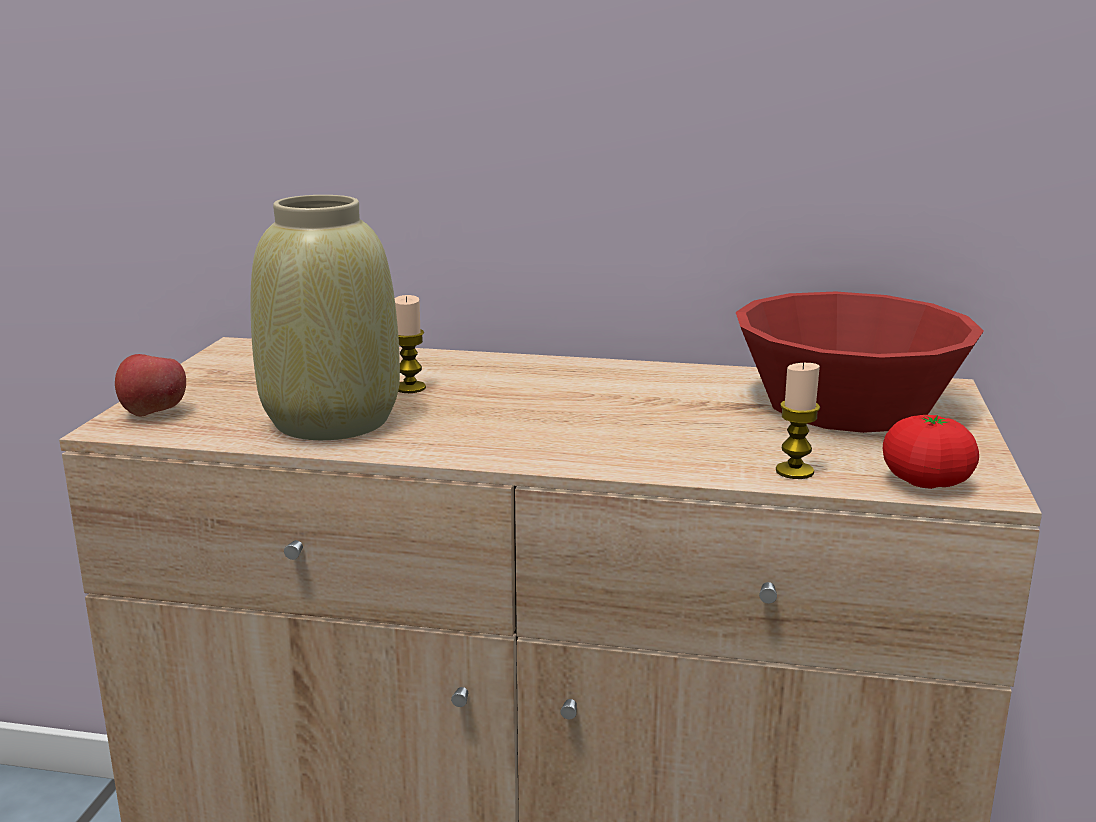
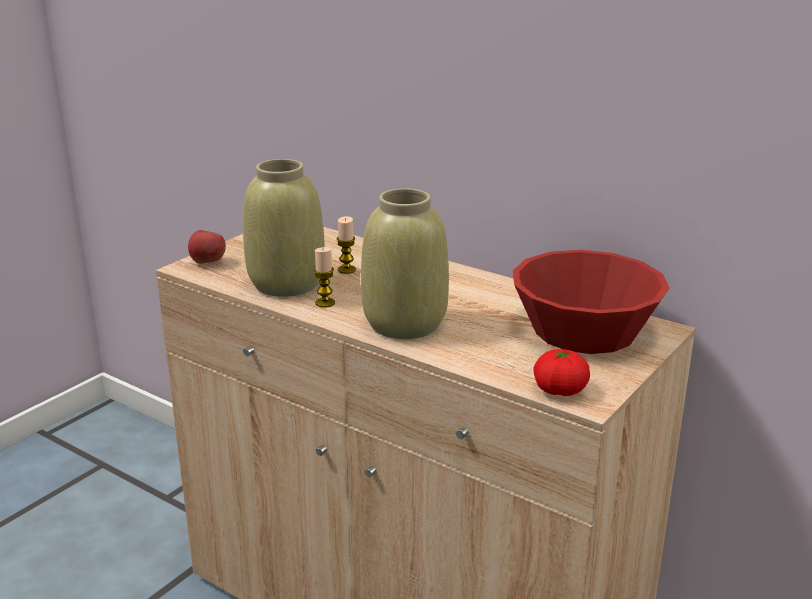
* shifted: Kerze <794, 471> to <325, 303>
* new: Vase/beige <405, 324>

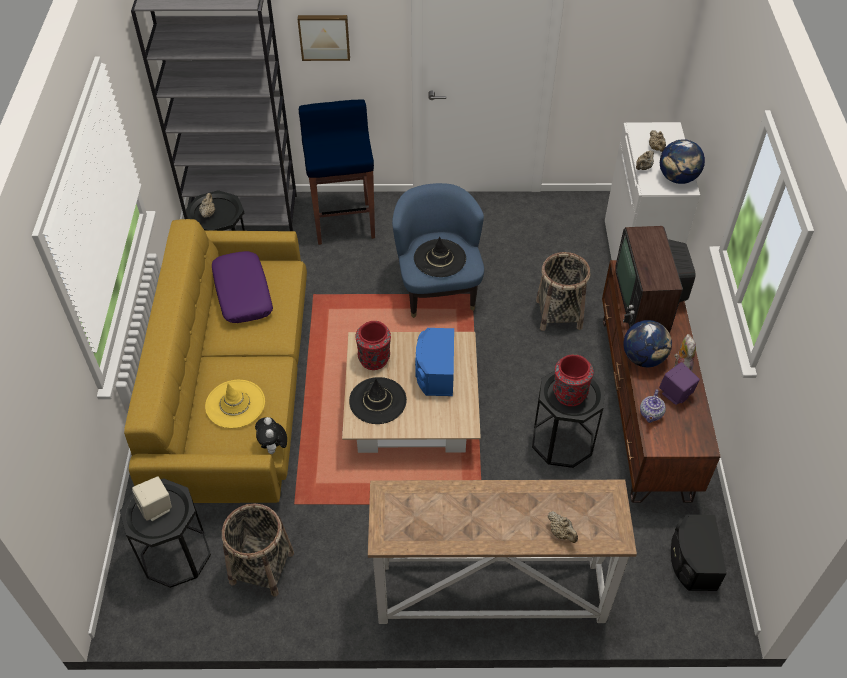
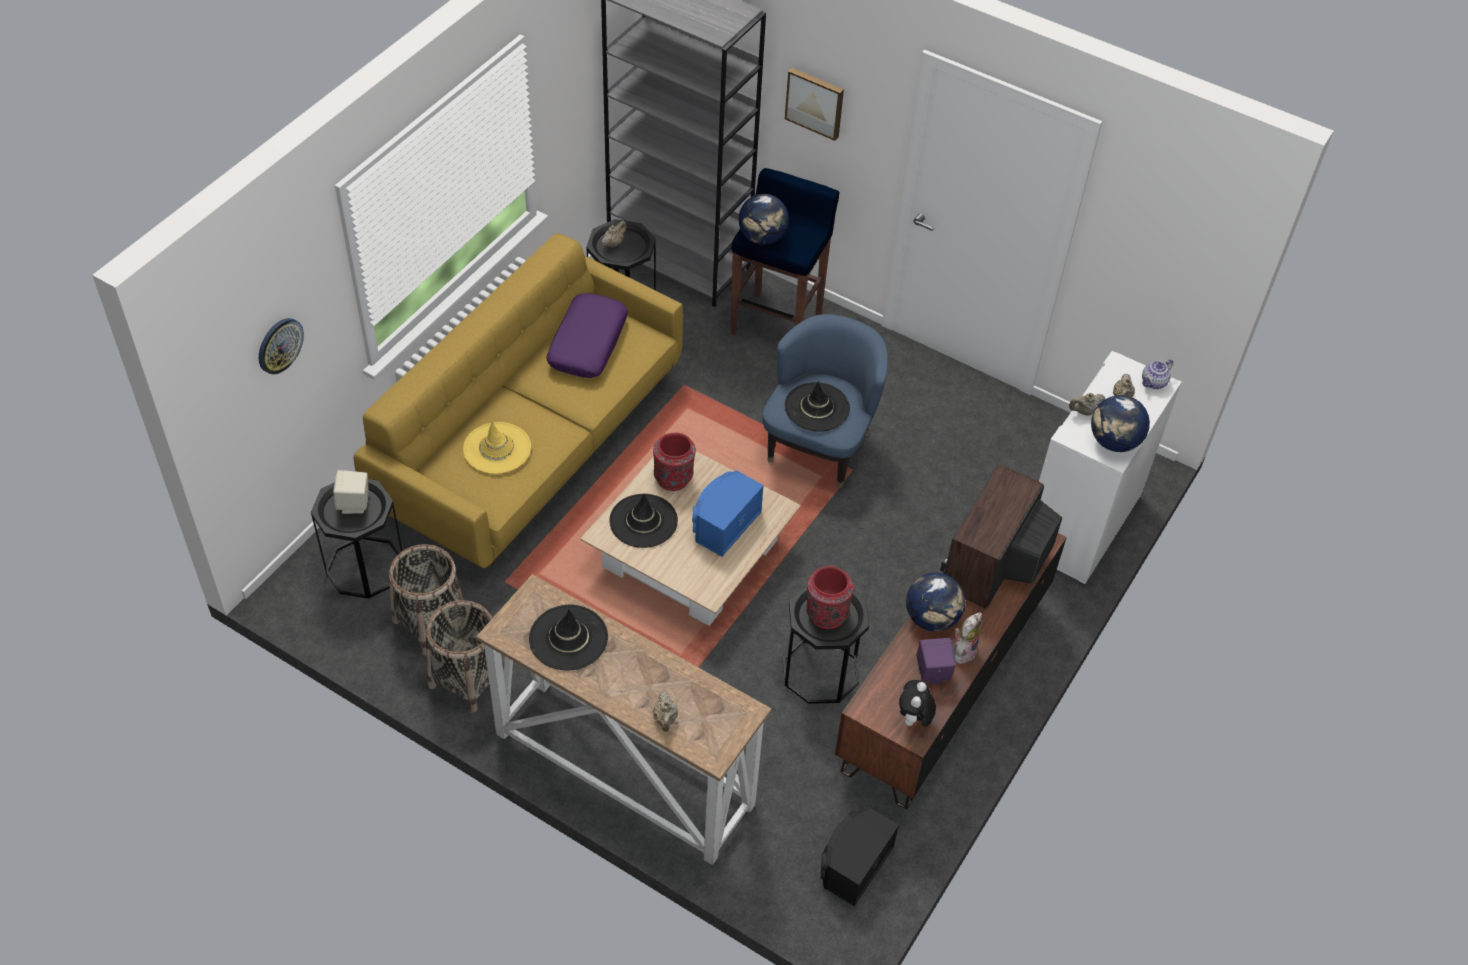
* new: Wanduhr <279, 345>
* shifted: Korb <559, 314> to <467, 679>
* new: Hut/schwarz <568, 638>
* new: Globus <762, 238>
* shifted: Plüschtier <274, 448> to <913, 720>
* shifted: Teekanne <651, 414> to <1153, 383>

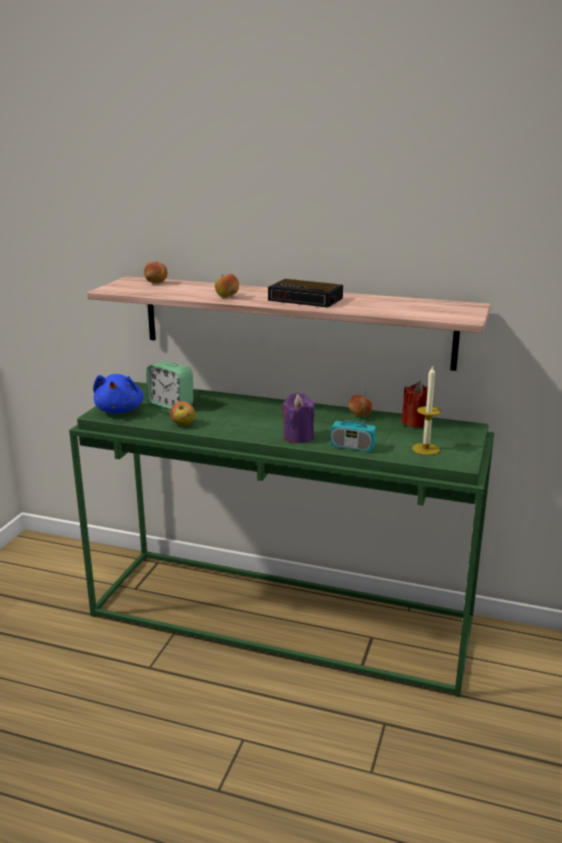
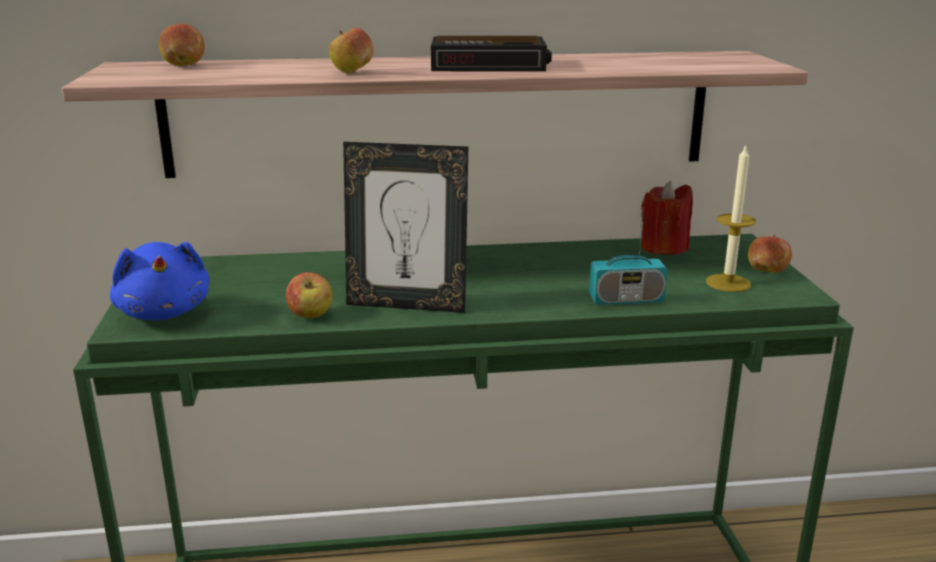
* new: Bilderrahmen <407, 304>
* shifted: Apfel <359, 416> to <767, 272>
* gone: Wecker <171, 404>
* gone: Kerze/lila <298, 437>

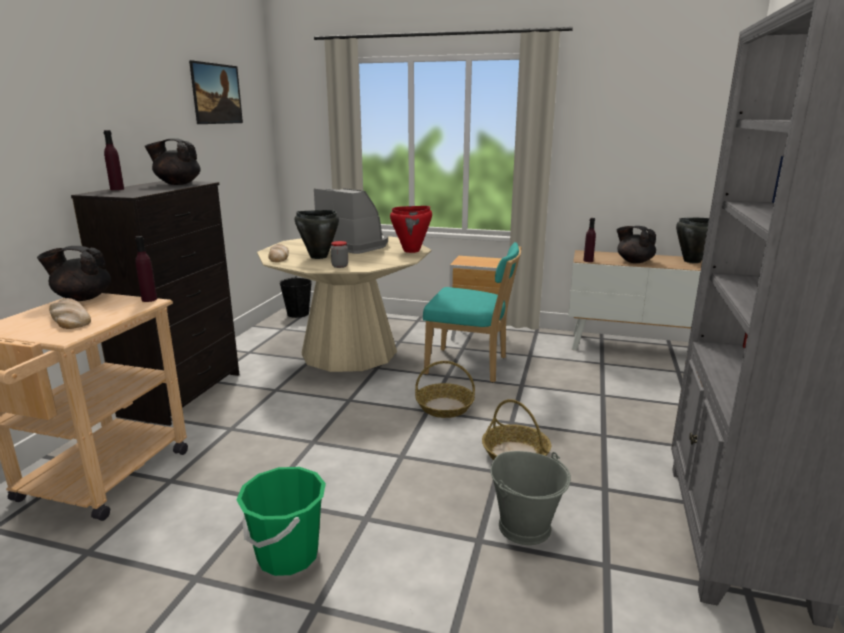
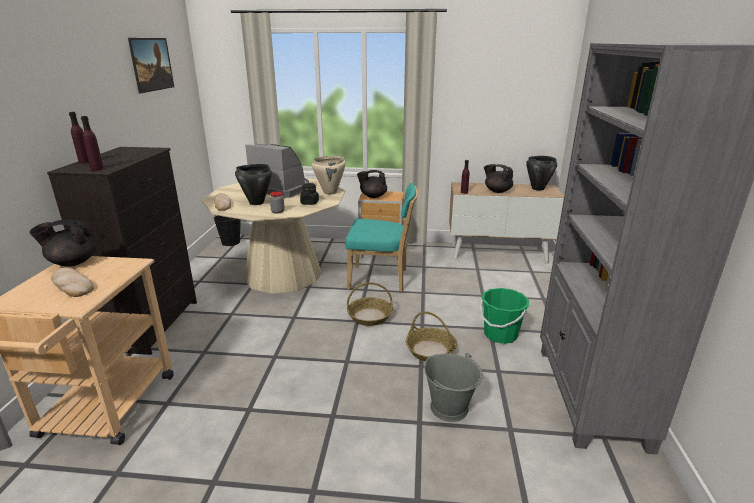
* shifted: Flasche/lila <149, 299> to <97, 169>
* new: Vorratsglas/schwarz <309, 203>
* repainted: Kochtopf/rot <411, 251> to Kochtopf/beige <330, 192>
* shifted: Teekanne/schwarz <177, 184> to <373, 196>
* shifted: Eimer/grün <287, 555> to <500, 335>

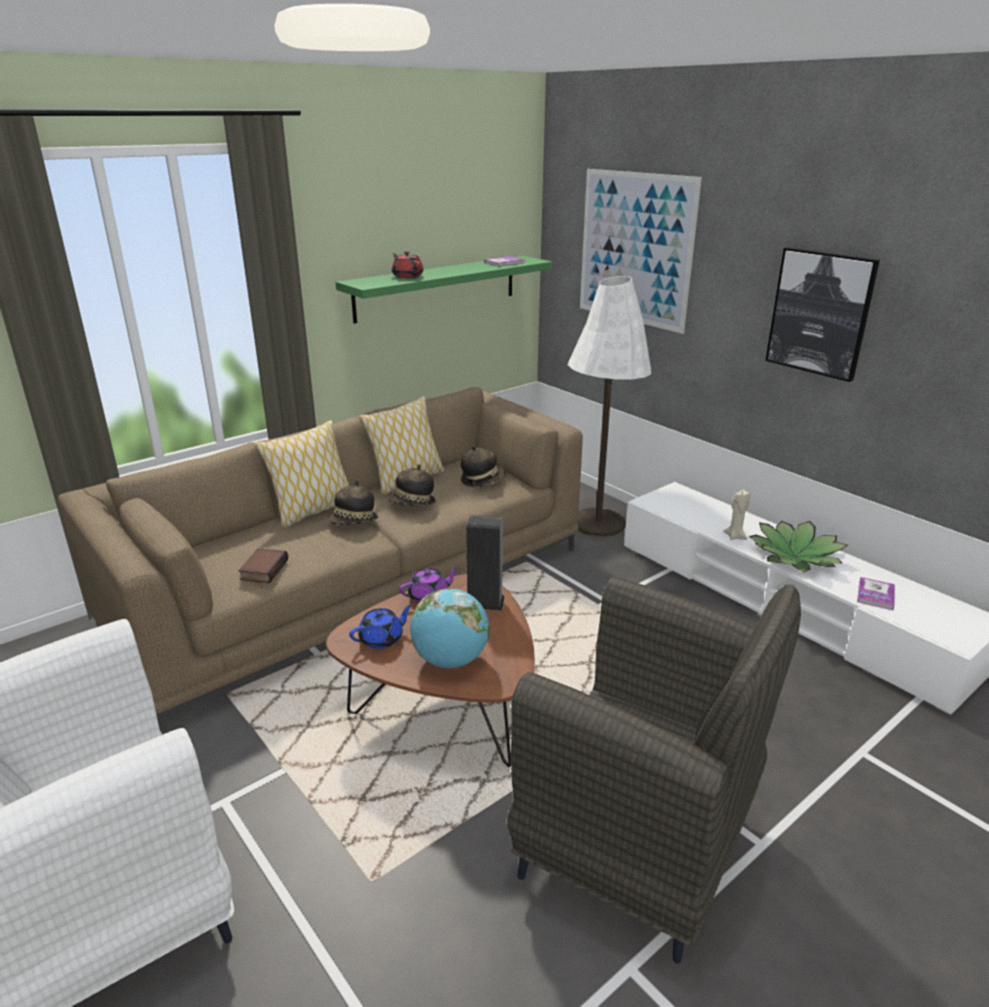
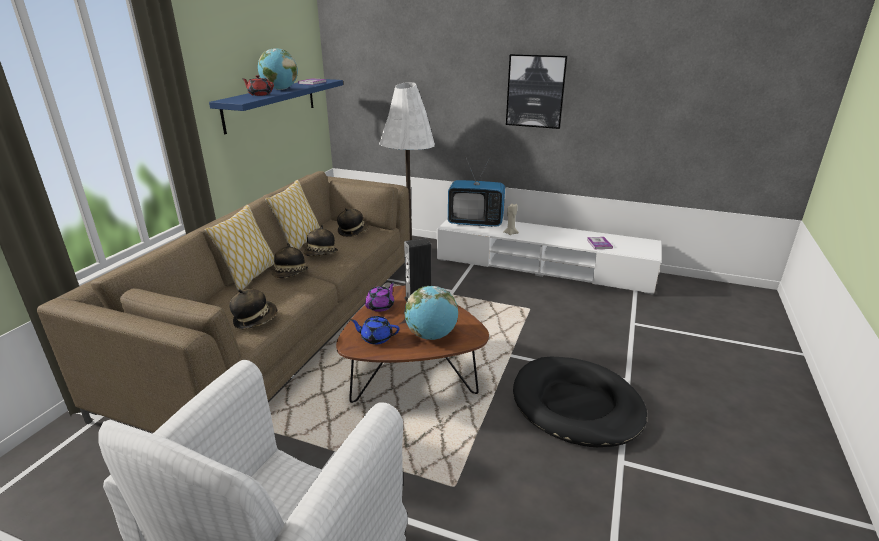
* repainted: Wandregal/grün <437, 288> to Wandregal/blau <271, 104>
* swapped: Buch <263, 569> to Hut <255, 319>
* new: Globus <280, 89>
* rotated: Teekanne/blau <382, 639> = <376, 338> 105 degrees counterclockwise
* new: Fernseher <475, 222>
* swapped: Sessel/grau <639, 847> to Hundebett/schwarz <576, 405>
* gone: Bild <635, 249>
* gone: Topfpflanze <795, 556>

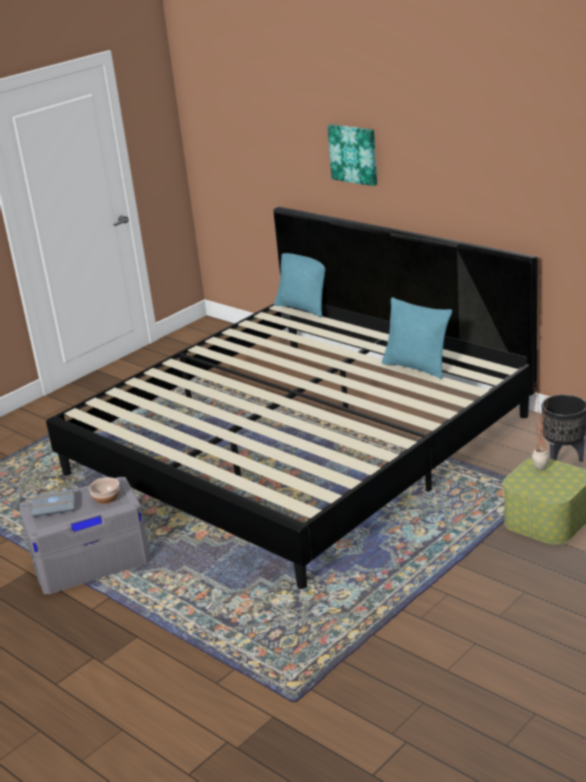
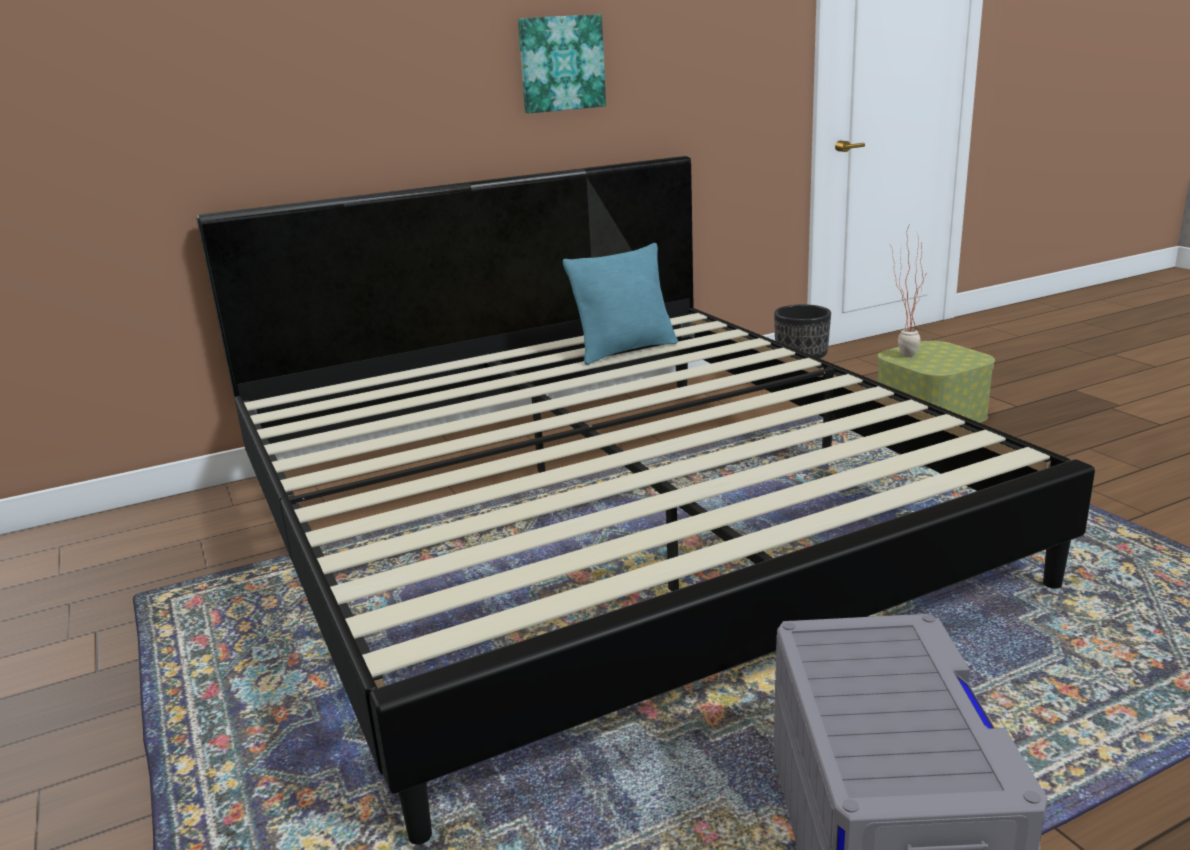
* shifted: Bild <354, 154> to <561, 63>
* gone: Buch/grau <55, 505>
* gone: Schüssel <106, 498>
* gone: Kissen/türkis <303, 308>

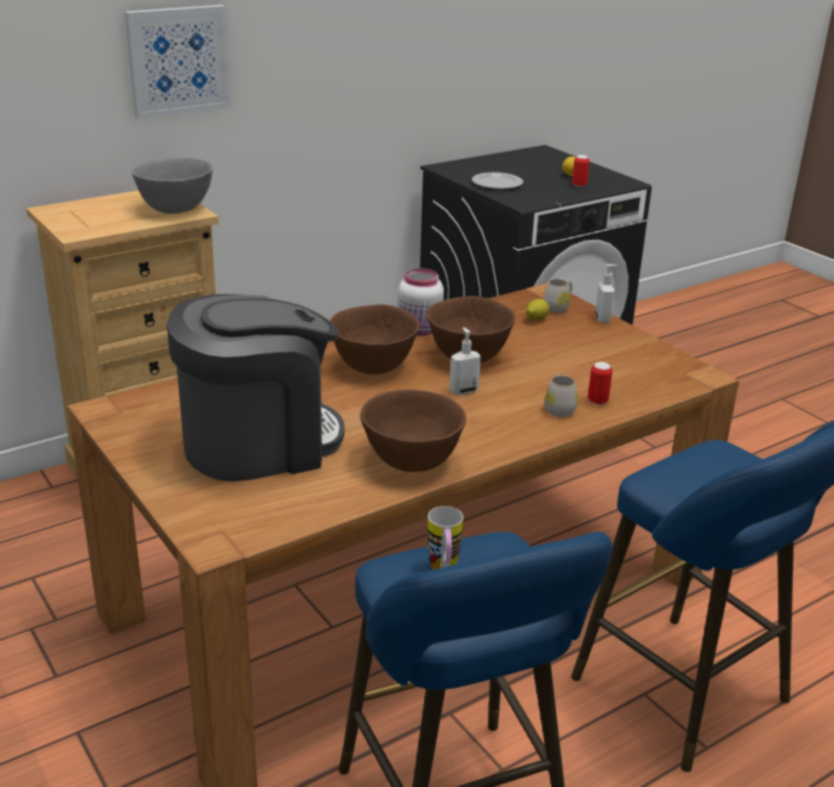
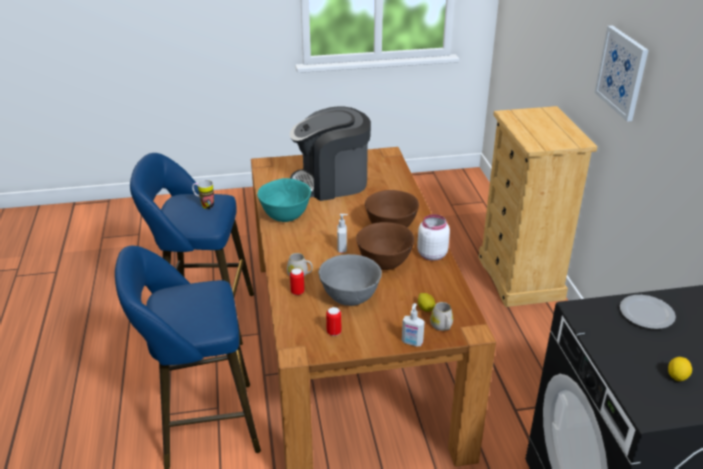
* repainted: Schüssel/braun <411, 461> to Schüssel/türkis <285, 215>
* rotated: Kaffeemaschine <259, 443> = <331, 182> 75 degrees clockwise
* shifted: Schüssel/grau <176, 209> to <349, 298>
* shifted: Dose <579, 185> to <334, 332>

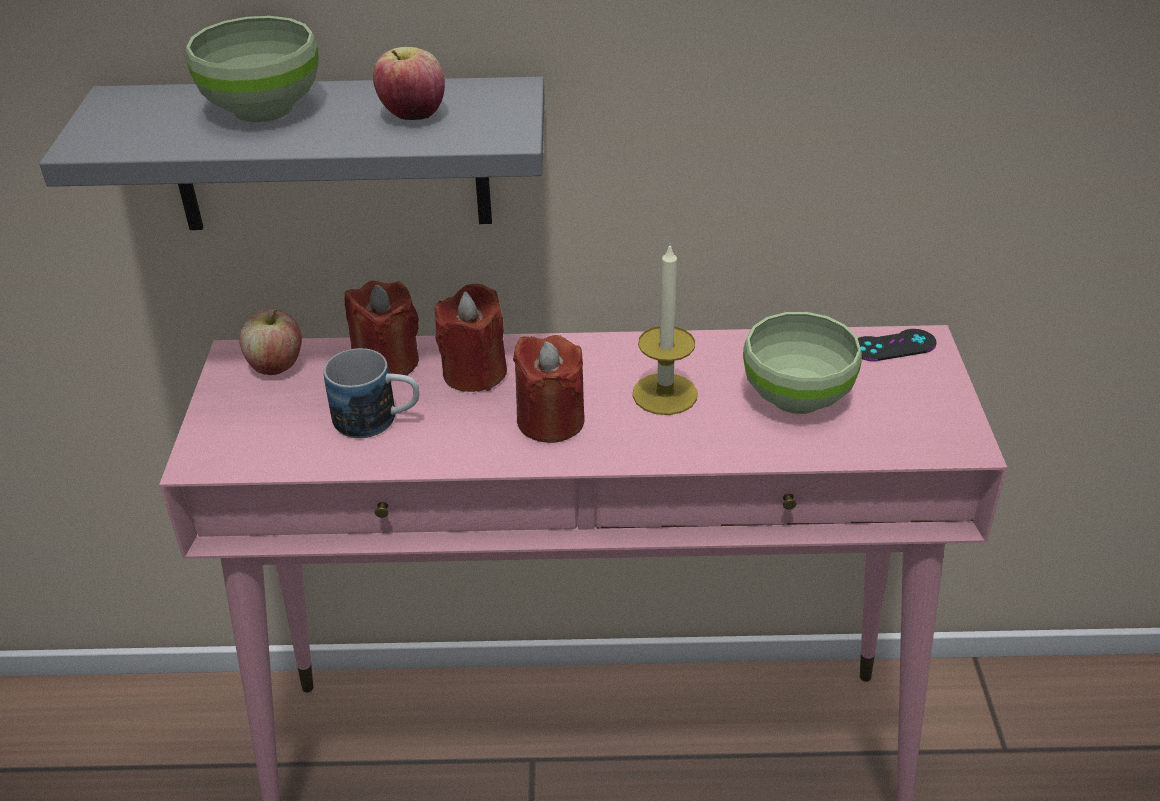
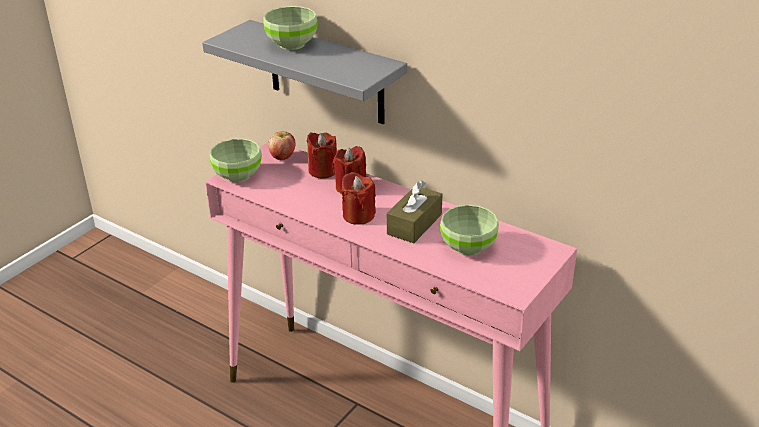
* new: Schüssel/grün <239, 175>
* swapped: Kerze <665, 394> to Taschentuchbox/braun <414, 224>
* gone: Henkelbecher <378, 420>
* gone: Apfel <413, 115>
* gone: Gamepad/schwarz <893, 346>

